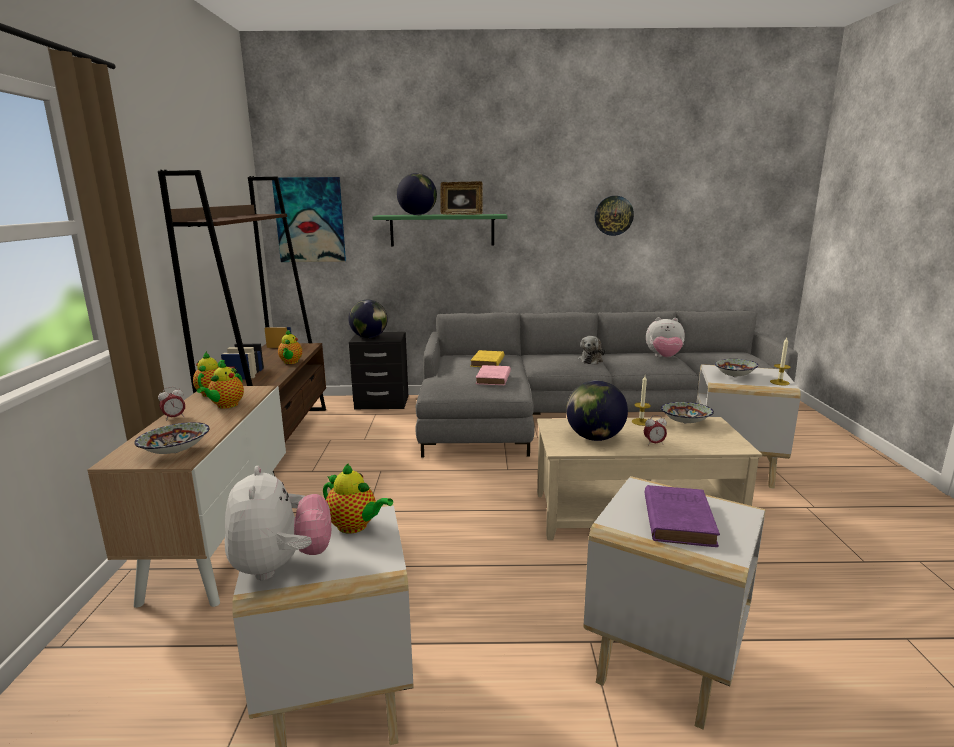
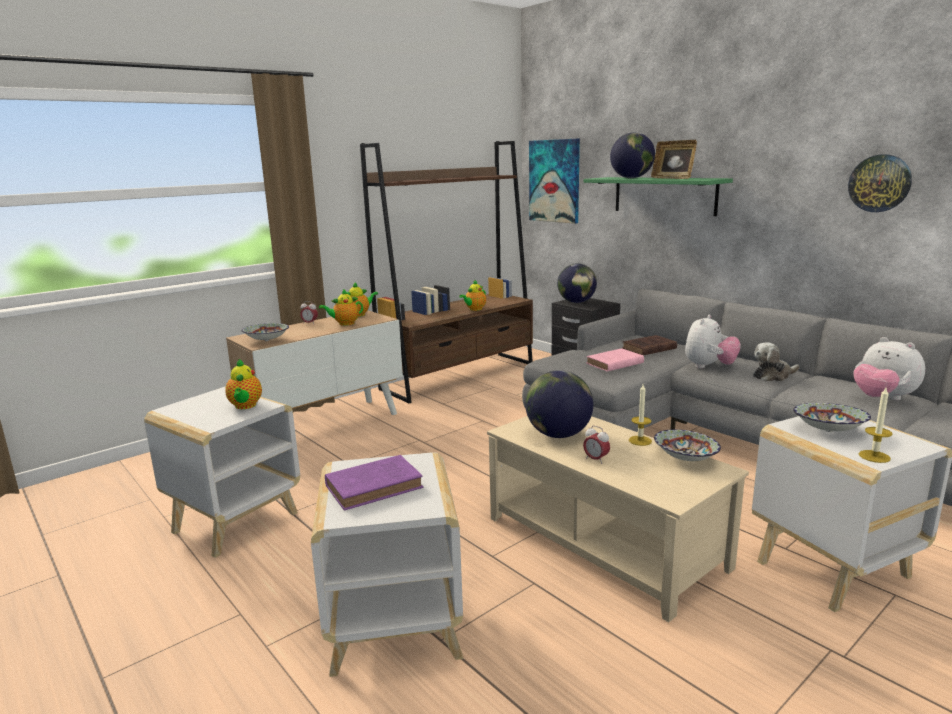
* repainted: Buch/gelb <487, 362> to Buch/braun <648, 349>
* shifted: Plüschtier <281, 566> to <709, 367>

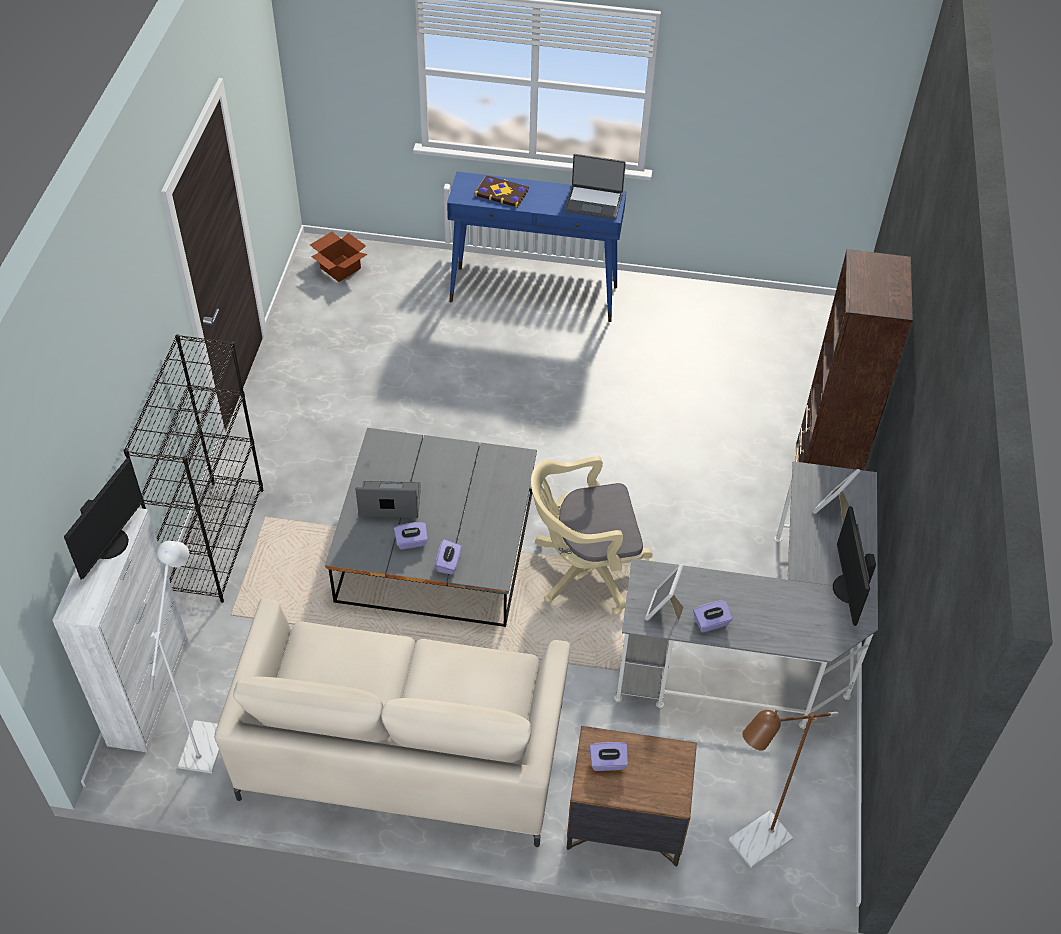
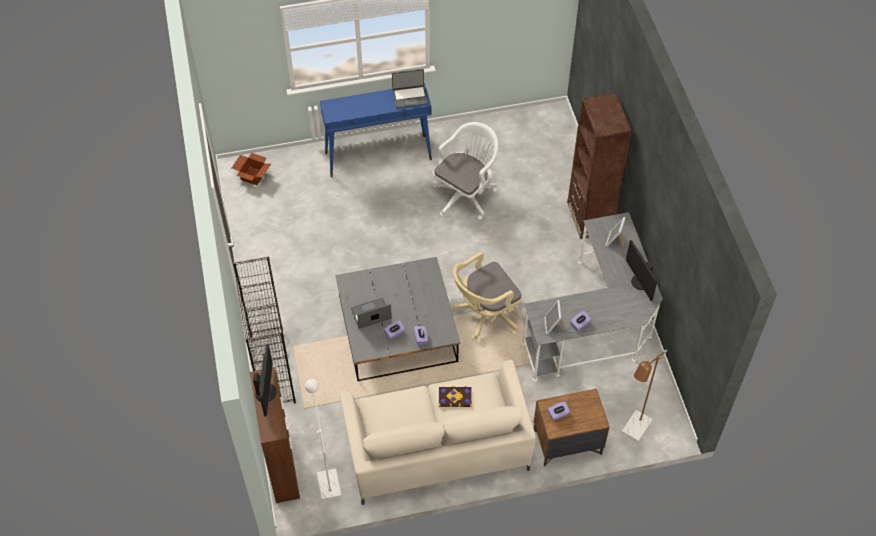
* repainted: Schrank/weiß <149, 691> to Schrank/braun <282, 466>
* new: Bürostuhl/weiß <466, 194>
* shifted: Buch <502, 192> to <455, 397>

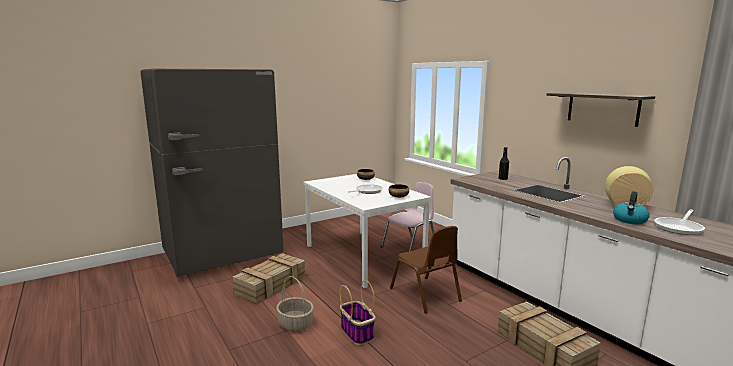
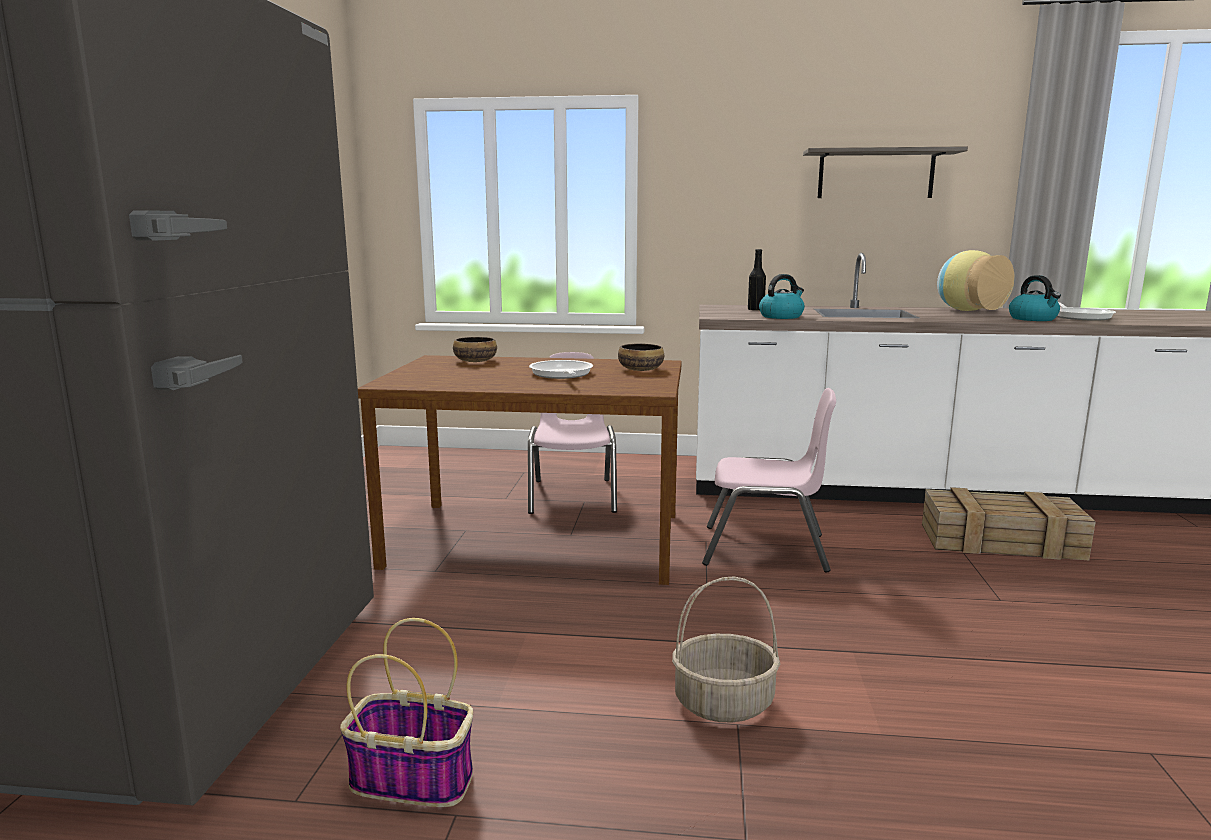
* shifted: Korb <357, 333> to <414, 779>
* repainted: Esstisch/weiß <362, 256> to Esstisch/braun <535, 540>
* repainted: Stuhl/braun <425, 295> to Stuhl/rosa <765, 549>
* new: Wasserkessel <781, 316>
* gone: Kiste <270, 286>

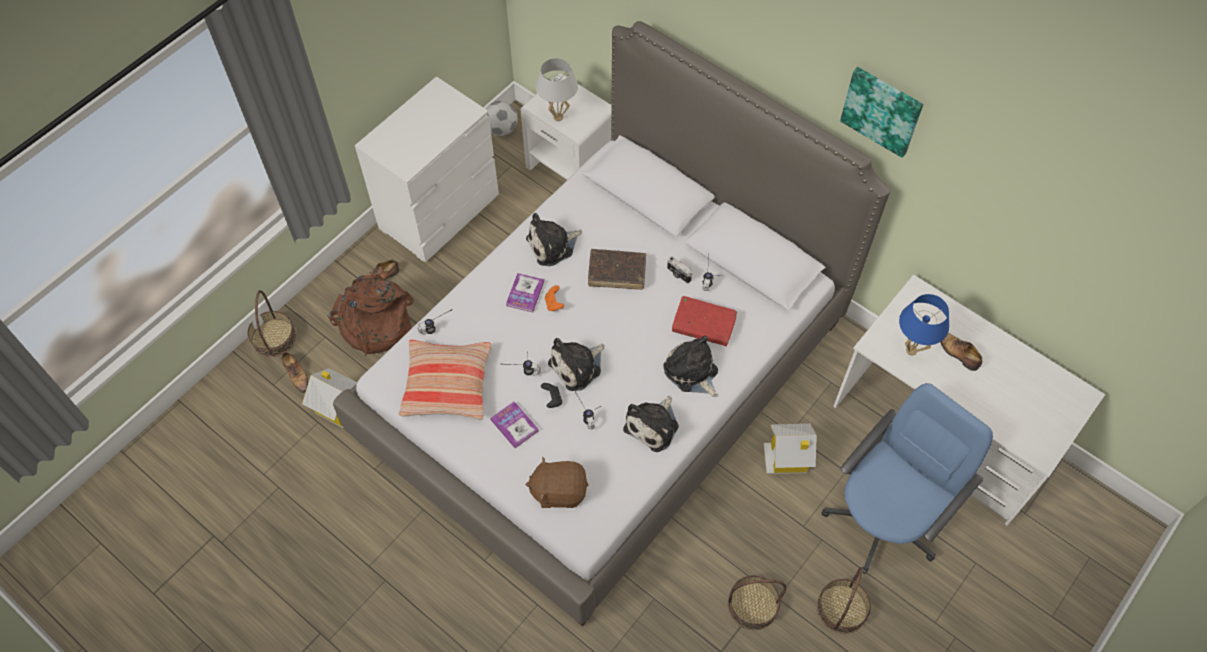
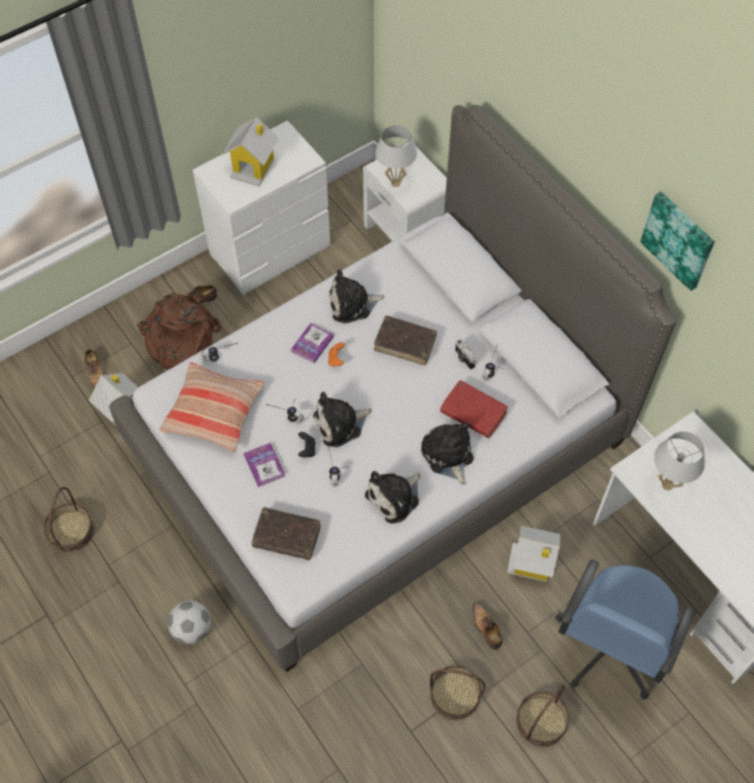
* shifted: Korb <273, 337> to <70, 531>
* shifted: Fußball <501, 129> to <192, 628>
* new: Spielzeughaus <254, 167>
* swapped: Plüschtier/braun <559, 491> to Buch/braun <286, 537>
* shifted: Schuh <957, 353> to <486, 628>
* rotated: Bürostuhl/blau <884, 519> = <610, 646> 150 degrees clockwise
* repainted: Tischlampe/blau <911, 350> to Tischlampe/weiß <667, 485>

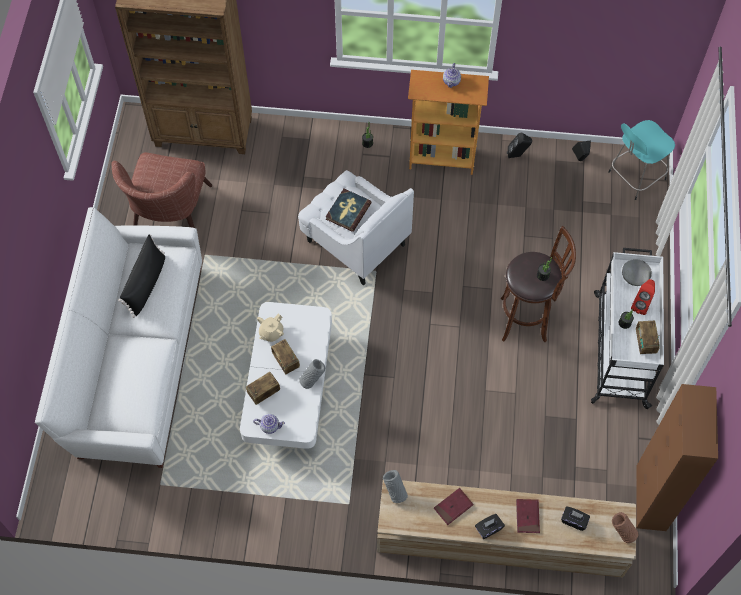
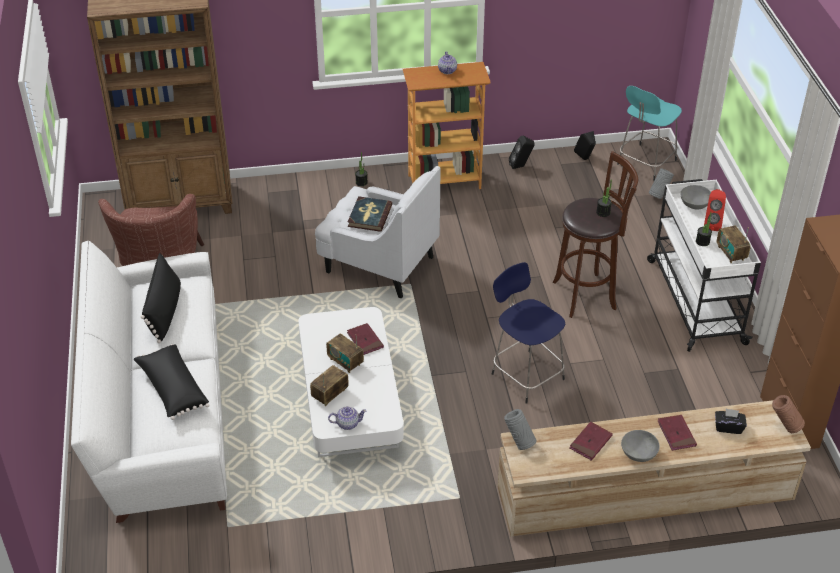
* new: Kissen/schwarz <172, 389>
* new: Buch/rot <365, 340>
* new: Hocker/blau <526, 375>
* swapped: Taschentuchbox/schwarz <488, 529> to Schüssel/grau <638, 454>
* shifted: Vase/grau <312, 380> to <659, 195>
* gone: Teekanne/beige <271, 333>

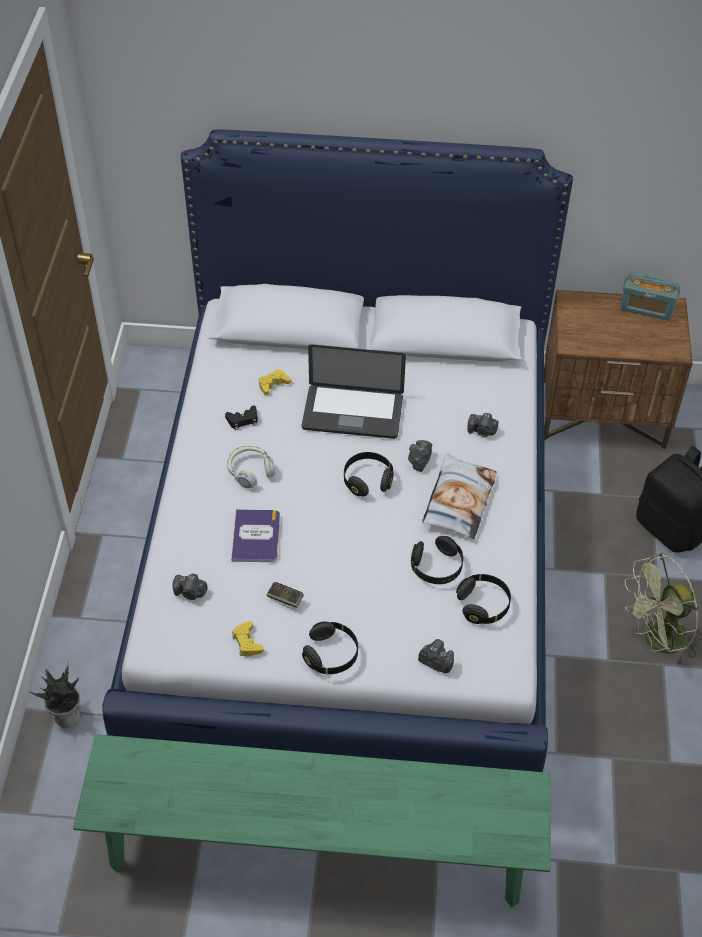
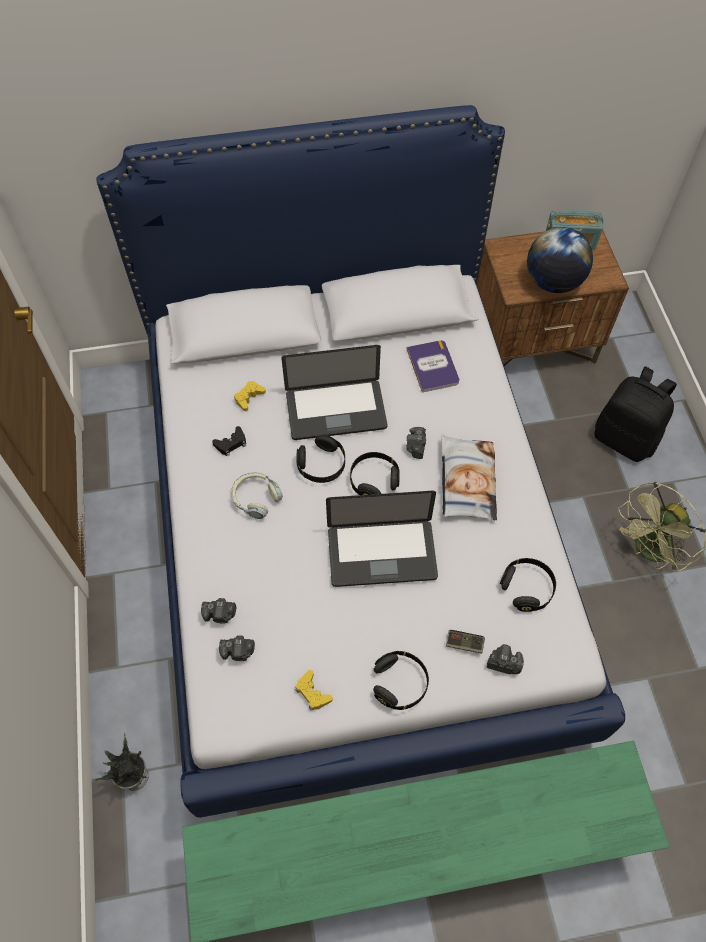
* shifted: Kamera <482, 431> to <220, 615>
* shifted: Kopfhörer/schwarz <436, 567> to <321, 465>
* new: Laptop <381, 554>
* shifted: Buch <256, 536> to <433, 366>
* shifted: Gamepad <285, 598> to <464, 644>
* new: Globus <553, 282>

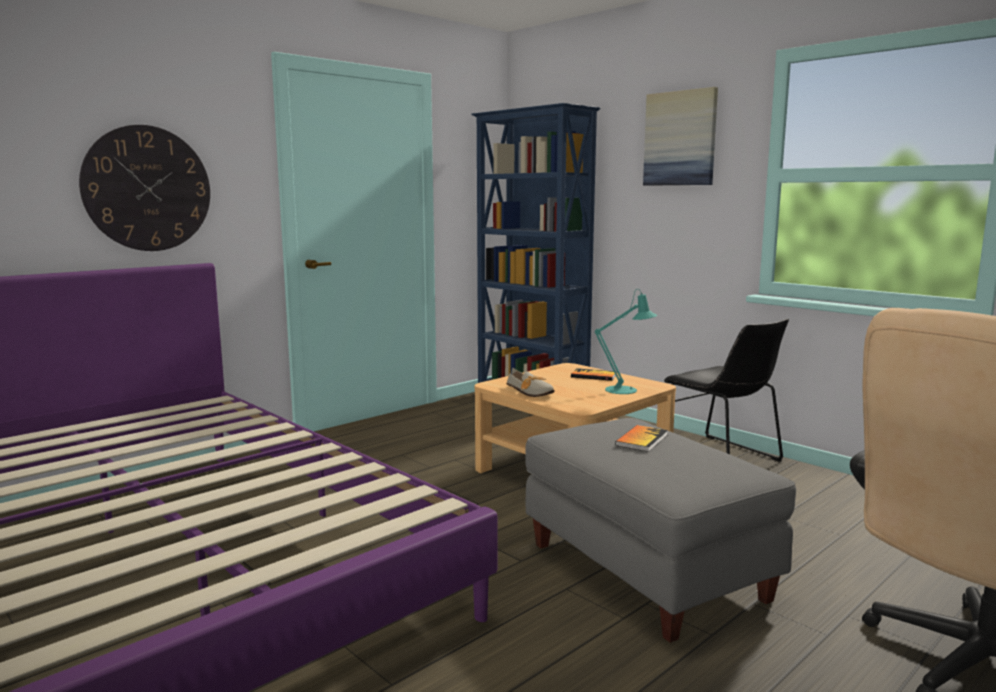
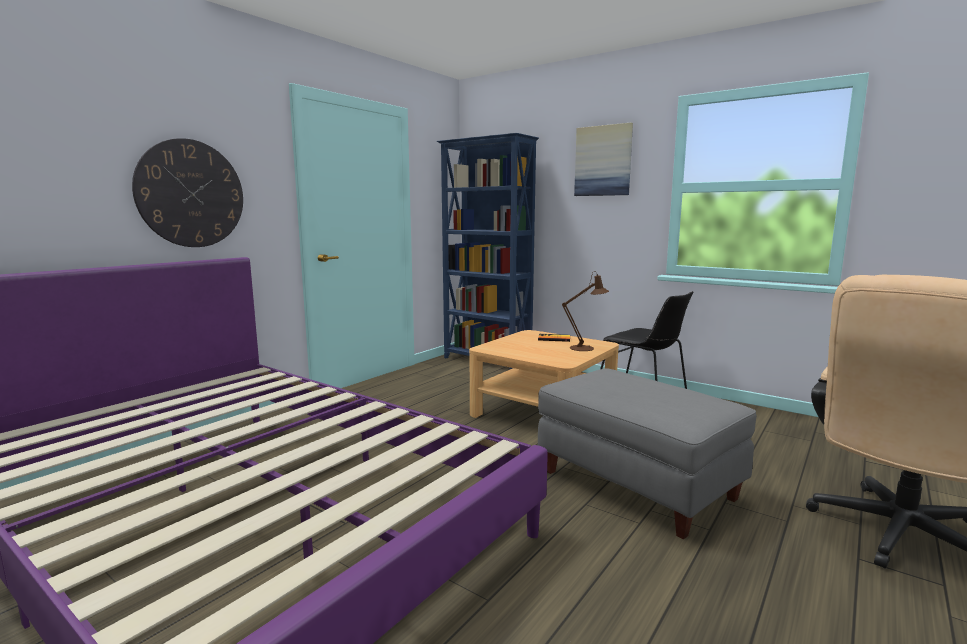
* repainted: Tischlampe/türkis <626, 390> to Tischlampe/braun <585, 348>
* gone: Schuh <531, 393>
* gone: Buch <642, 440>

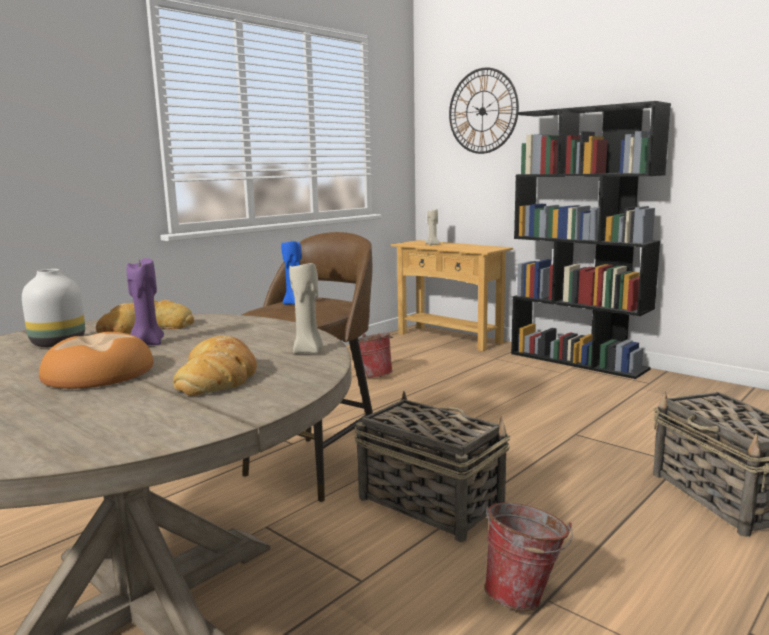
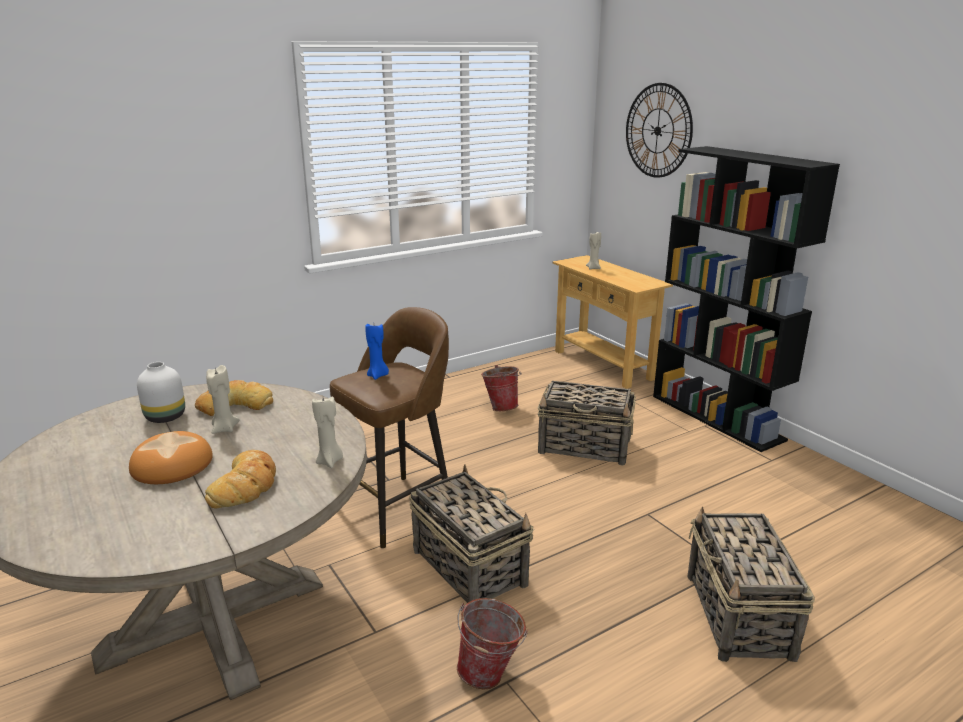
* repainted: Kerze/lila <147, 344> to Kerze/beige <224, 429>
* new: Korb <585, 447>

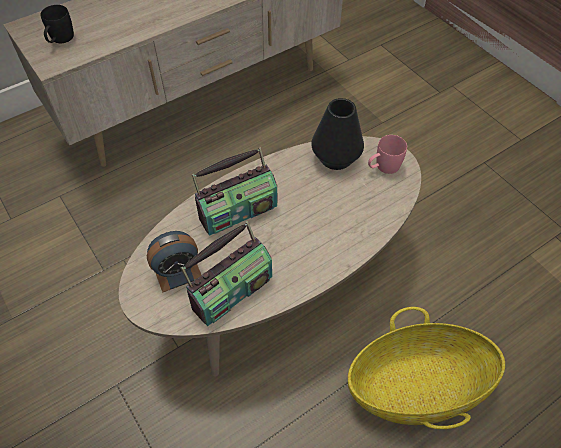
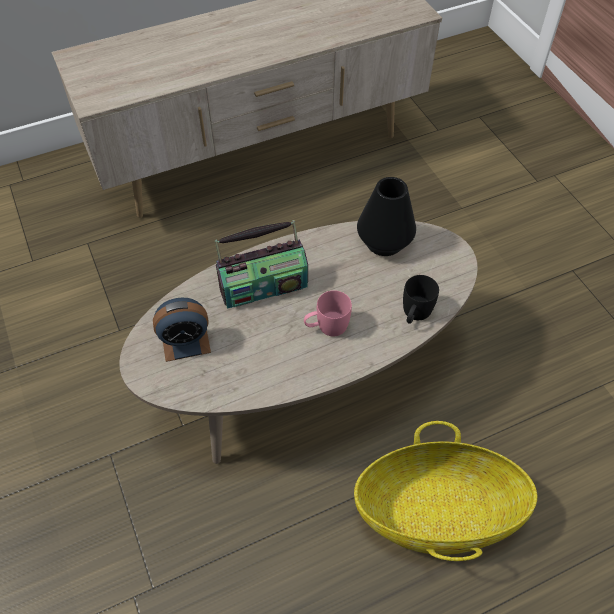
* shifted: Henkelbecher/rosa <383, 167> to <326, 326>
* shifted: Henkelbecher/schwarz <60, 40> to <414, 314>
* gone: Radio <231, 291>

